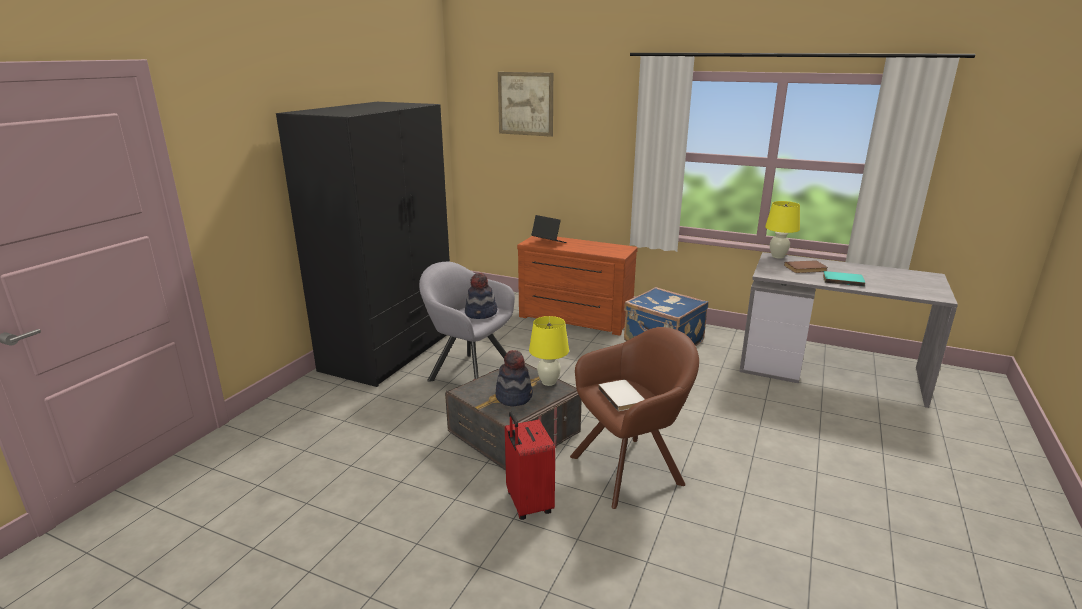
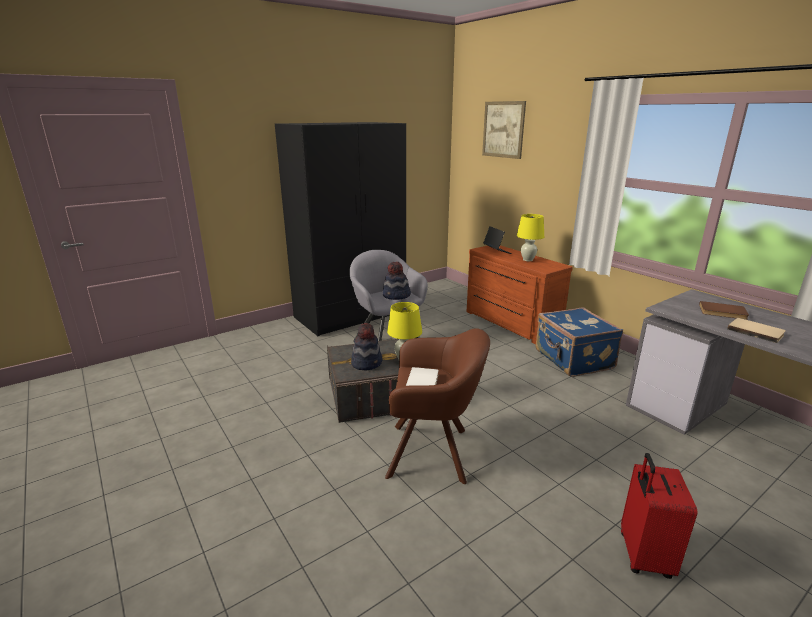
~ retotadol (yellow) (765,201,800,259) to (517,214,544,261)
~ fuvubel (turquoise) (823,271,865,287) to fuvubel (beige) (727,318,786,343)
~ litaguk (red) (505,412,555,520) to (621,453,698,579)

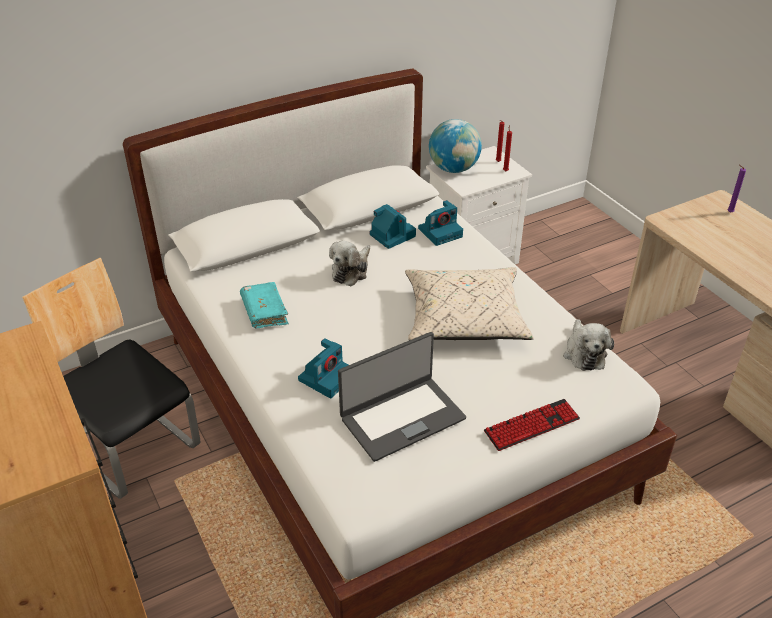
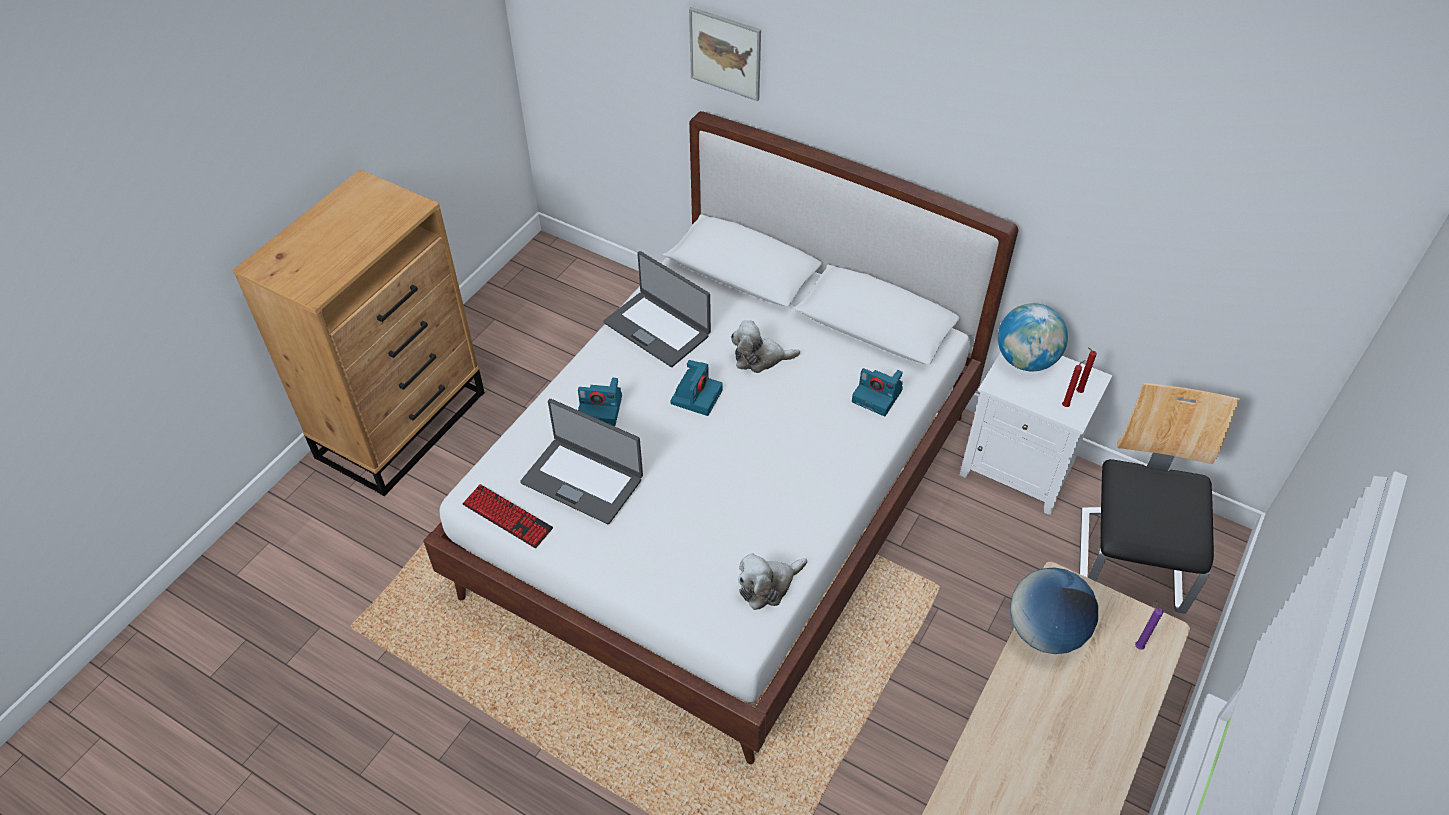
~ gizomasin (370,204,416,249) to (670,360,723,416)
~ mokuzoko (22,258,200,499) to (1079,383,1240,614)
- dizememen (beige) (405,267,534,340)
~ fuvubel (turquoise) (240,282,289,328) to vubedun (603,251,711,367)
~ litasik (484,399,580,451) to (462,484,553,548)
+ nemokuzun (689,7,761,101)
+ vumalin (1010,567,1098,654)

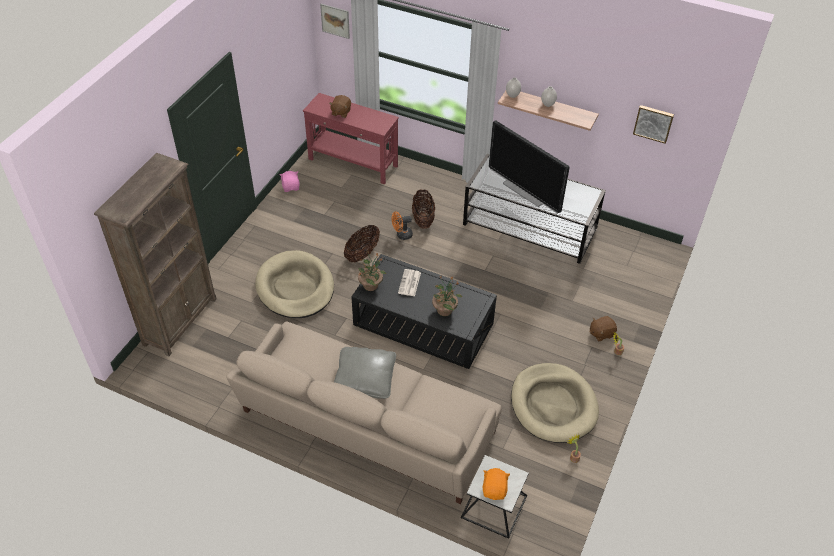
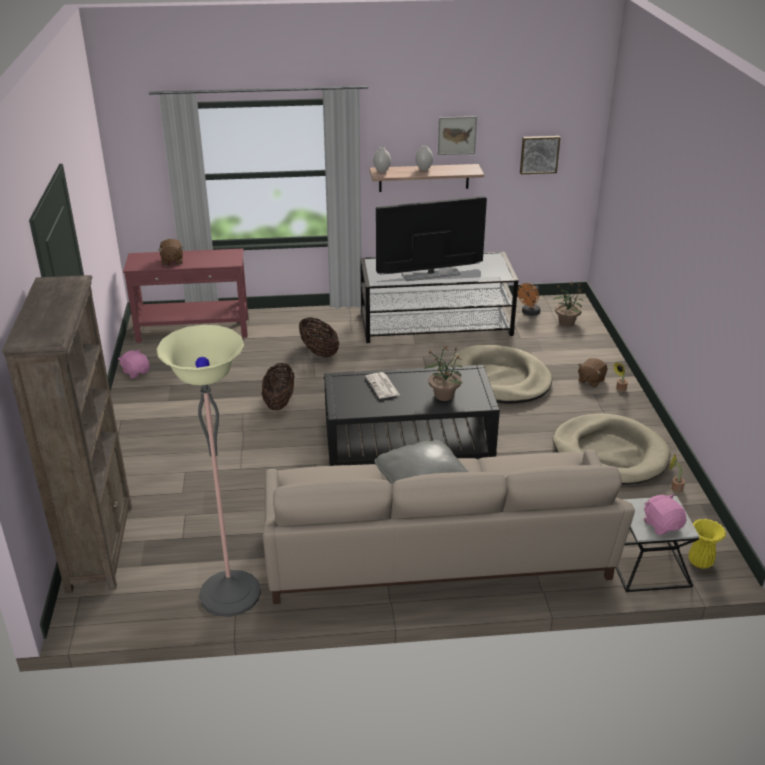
~ nemokuzun (320,4,350,39) to (438,116,477,155)
~ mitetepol (489,120,570,214) = (376,196,487,281) 150 degrees clockwise
~ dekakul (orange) (392,211,413,240) to (518,283,540,316)
~ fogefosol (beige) (255,250,334,318) to (449,345,552,404)
~ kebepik (358,251,386,291) to (553,282,583,326)
~ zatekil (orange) (483,468,510,500) to zatekil (pink) (644,494,687,535)
+ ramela (156,325,261,617)
+ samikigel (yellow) (688,519,726,569)

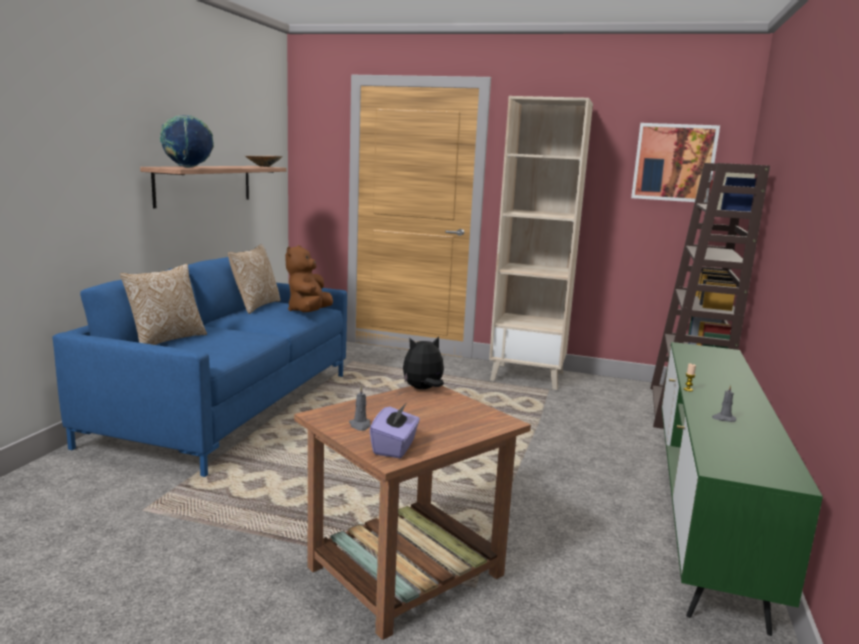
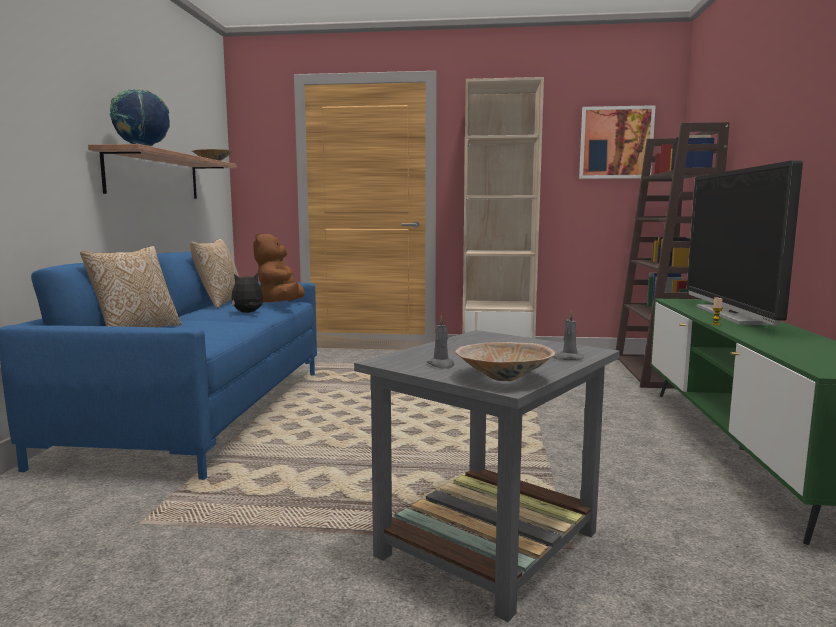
~ zatekil (403,337,444,389) to (231,273,263,313)
~ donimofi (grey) (712,385,736,422) to (553,311,584,360)
~ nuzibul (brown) (294,386,531,640) to nuzibul (grey) (354,330,620,622)
~ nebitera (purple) (370,402,420,458) to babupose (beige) (455,342,555,381)
+ mitetepol (687,161,803,325)

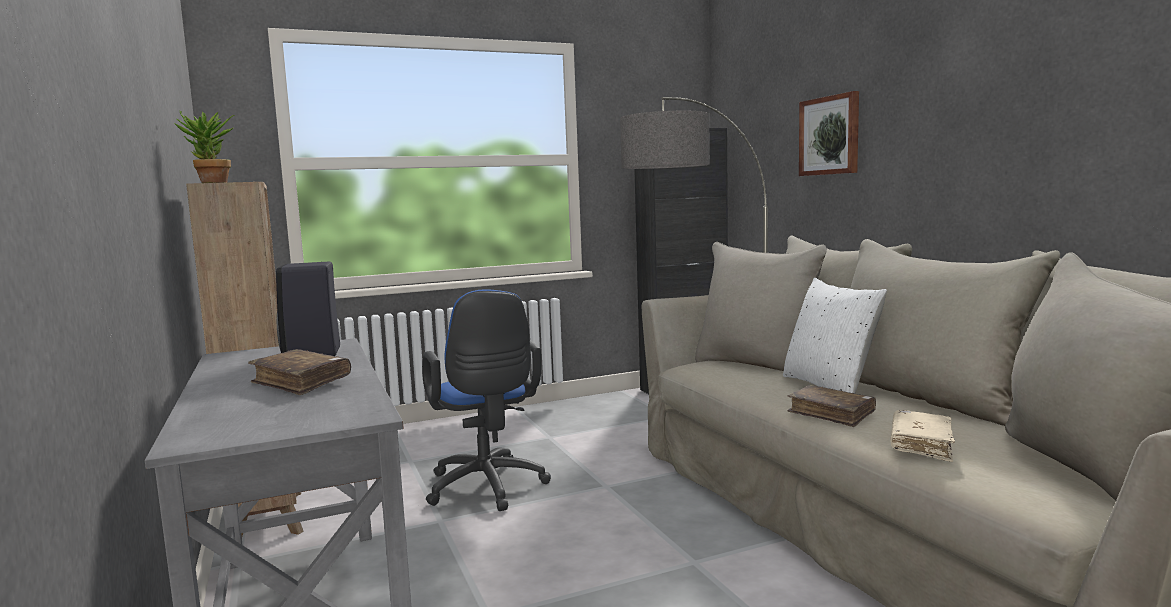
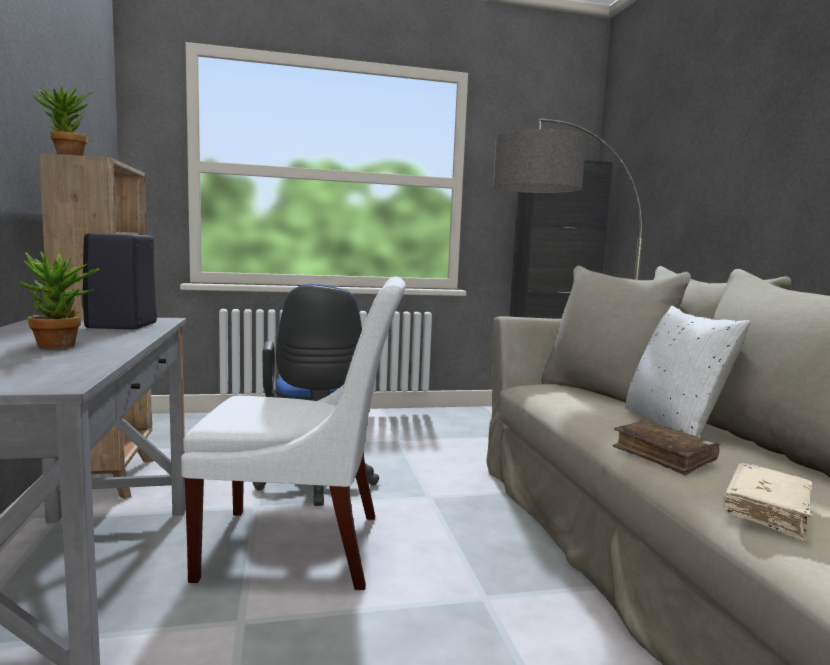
- nemokuzun (799,91,859,176)
~ fuvubel (brown) (248,349,351,395) to kebepik (18,252,101,349)
+ mokuzoko (white) (181,277,406,590)

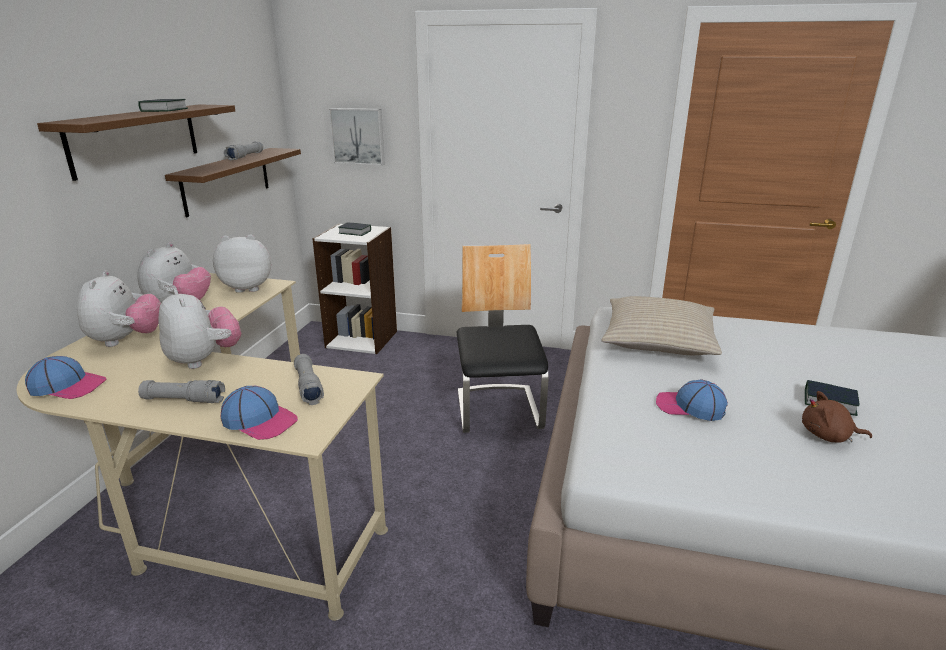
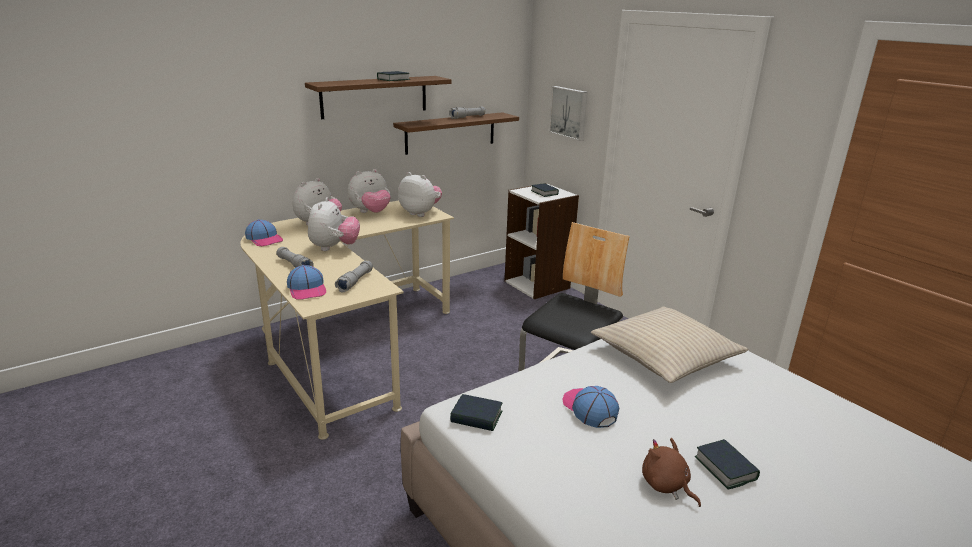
+ fuvubel (450,394,503,431)

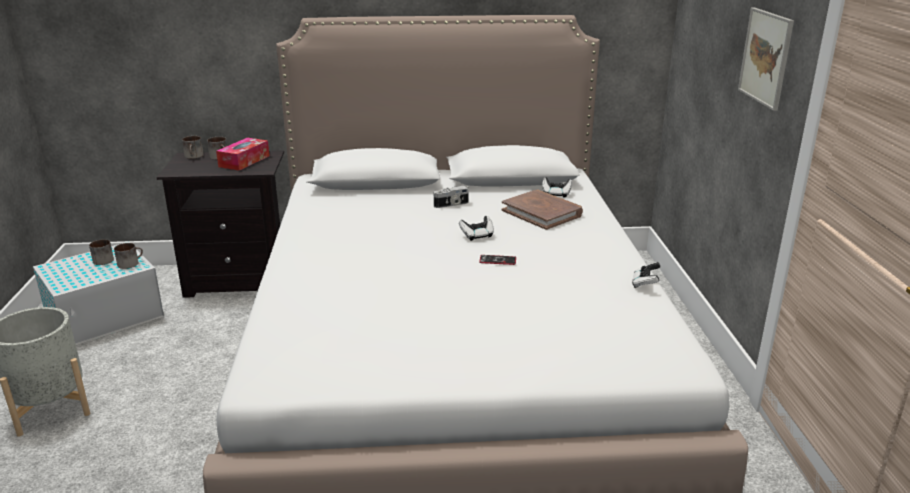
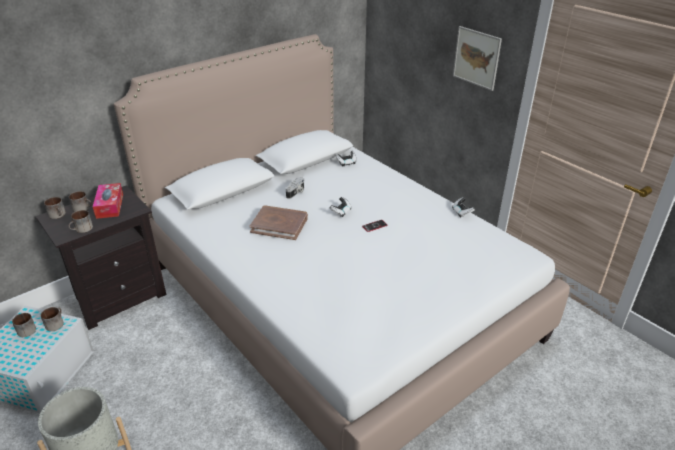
~ fuvubel (brown) (501,190,583,230) to (250,205,308,240)
+ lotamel (68,210,93,233)

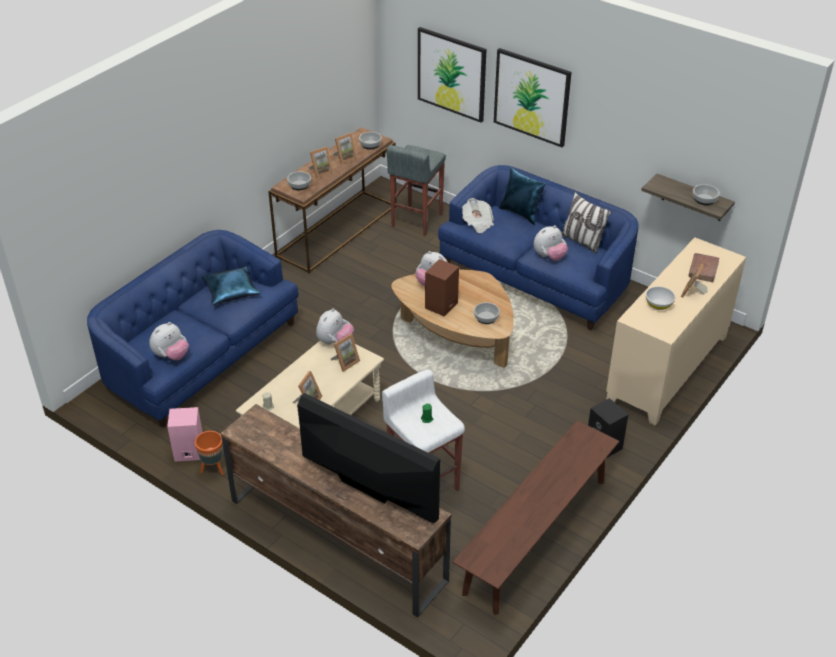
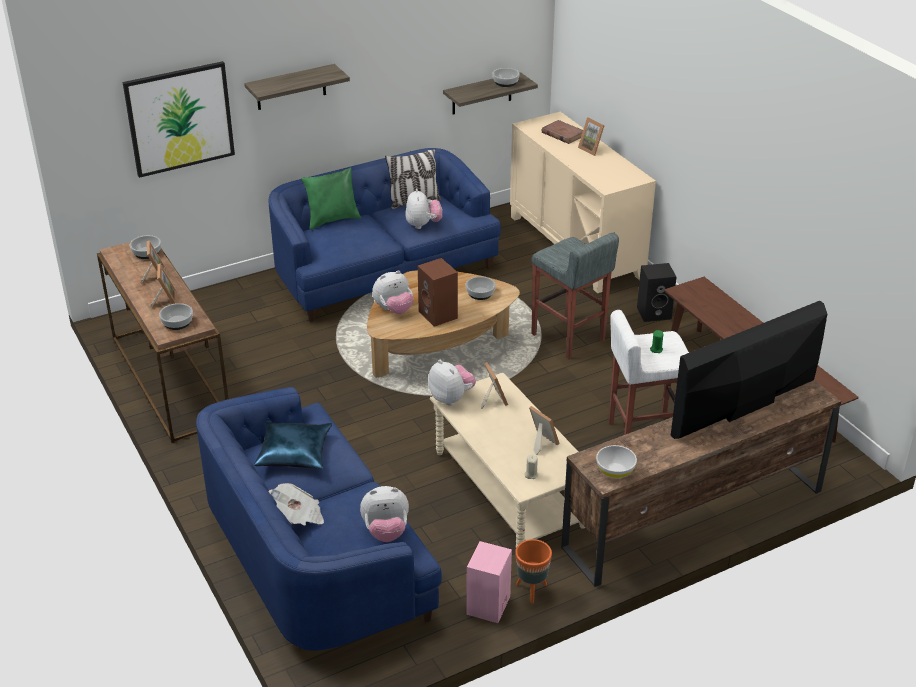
~ nemokuzun (494,48,572,147) to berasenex (244,64,350,110)
~ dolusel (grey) (387,145,446,236) to (531,232,619,359)
~ dizememen (blue) (499,167,546,225) to dizememen (green) (301,167,361,230)
~ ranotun (462,198,494,233) to (269,483,324,526)
~ babupose (white) (646,286,675,310) to (596,445,637,479)
~ zatekil (149,322,189,360) = (360,486,409,542) 105 degrees clockwise

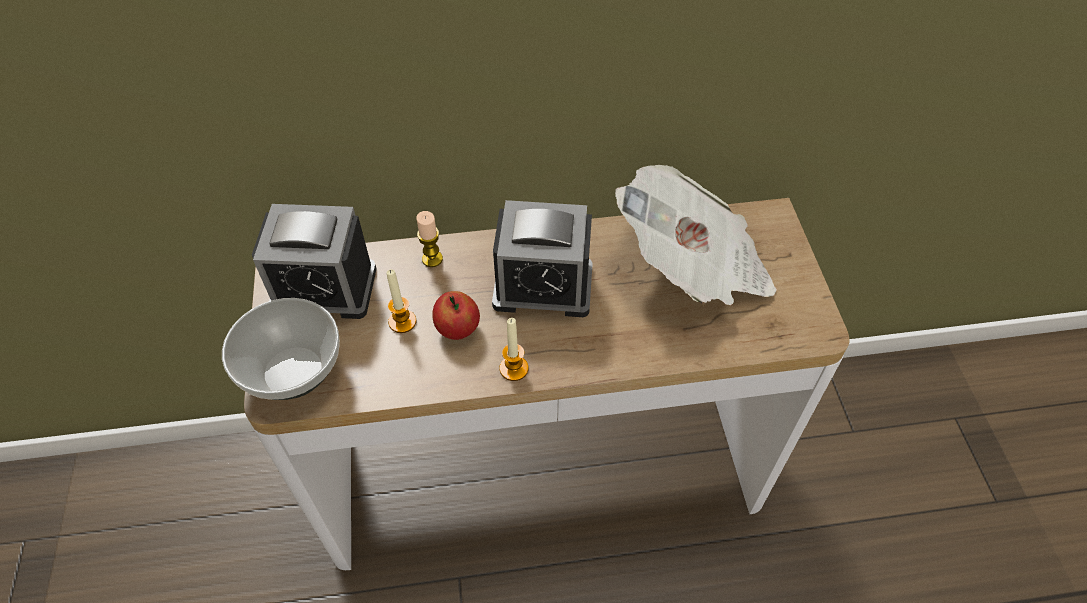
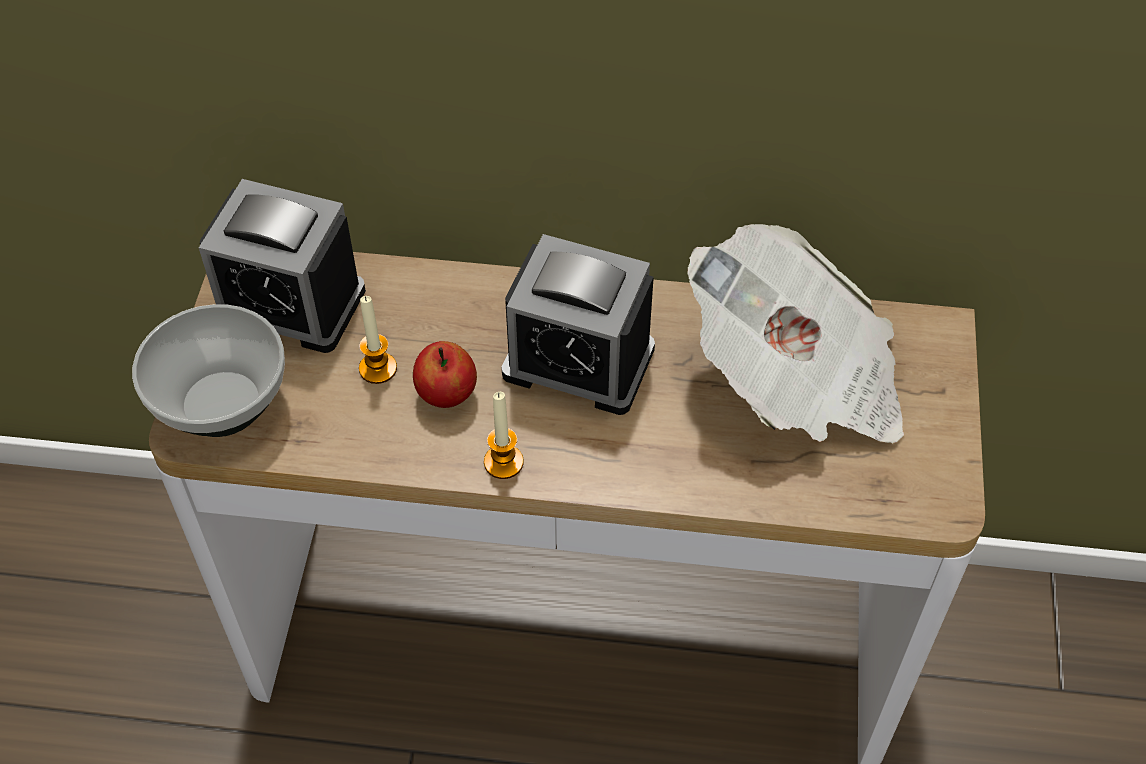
- donimofi (416,211,443,267)

